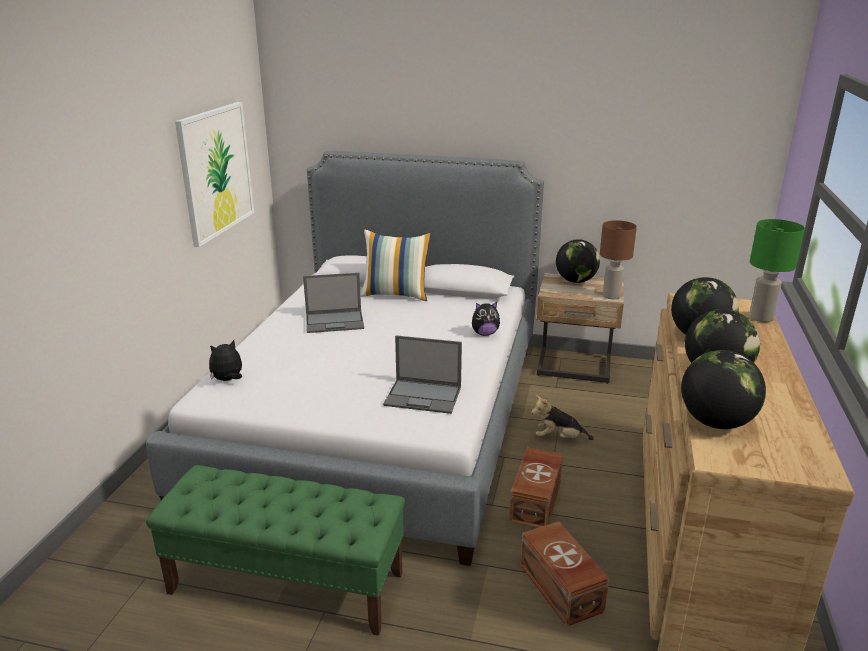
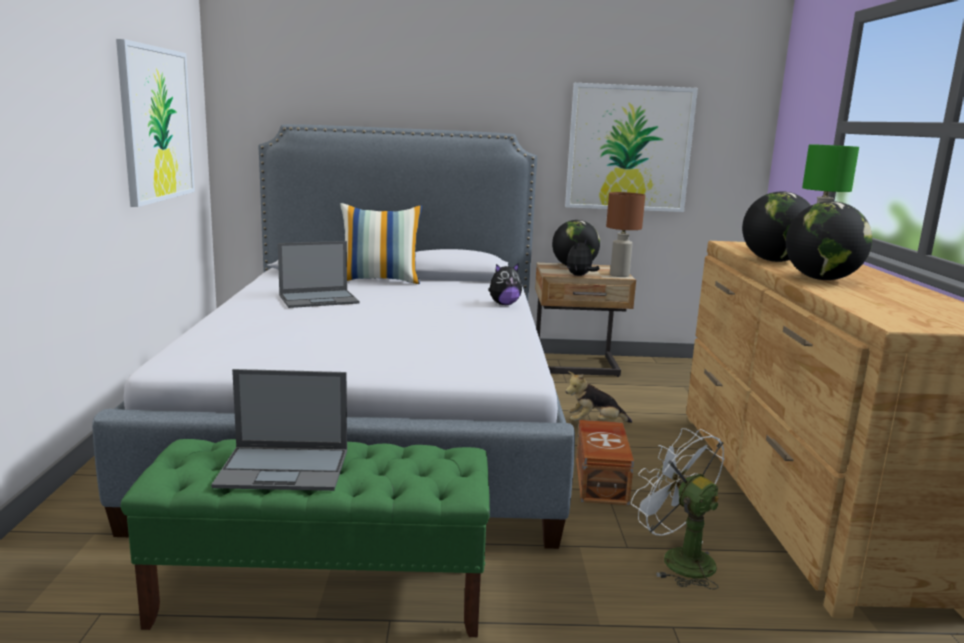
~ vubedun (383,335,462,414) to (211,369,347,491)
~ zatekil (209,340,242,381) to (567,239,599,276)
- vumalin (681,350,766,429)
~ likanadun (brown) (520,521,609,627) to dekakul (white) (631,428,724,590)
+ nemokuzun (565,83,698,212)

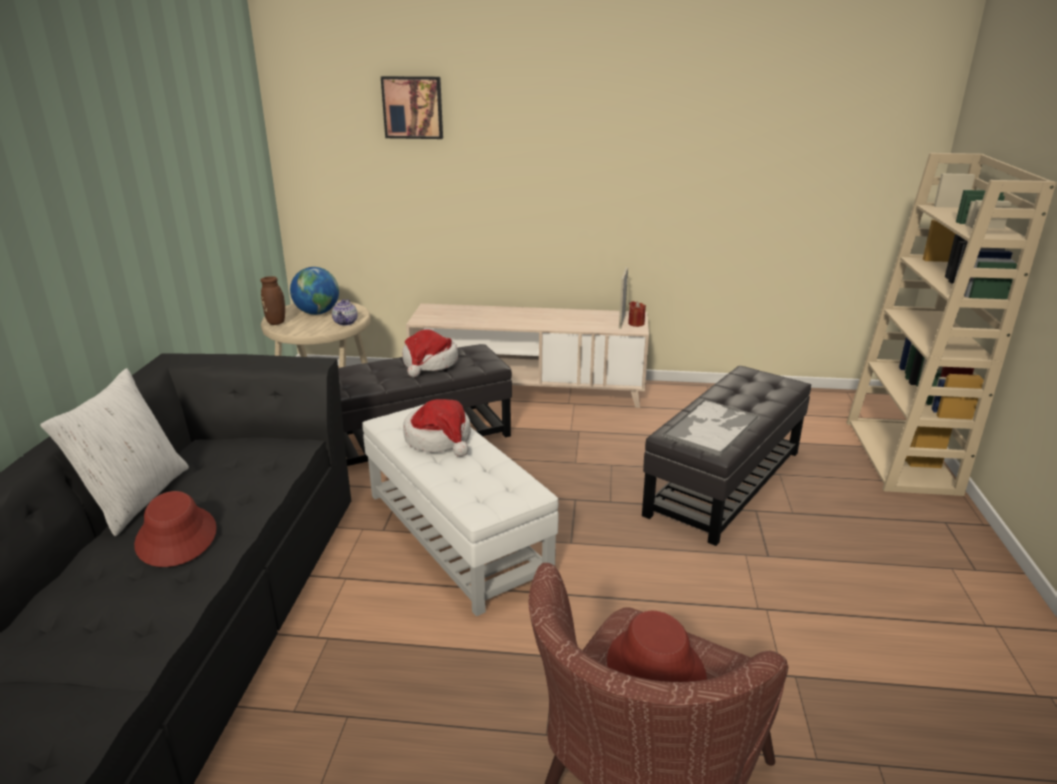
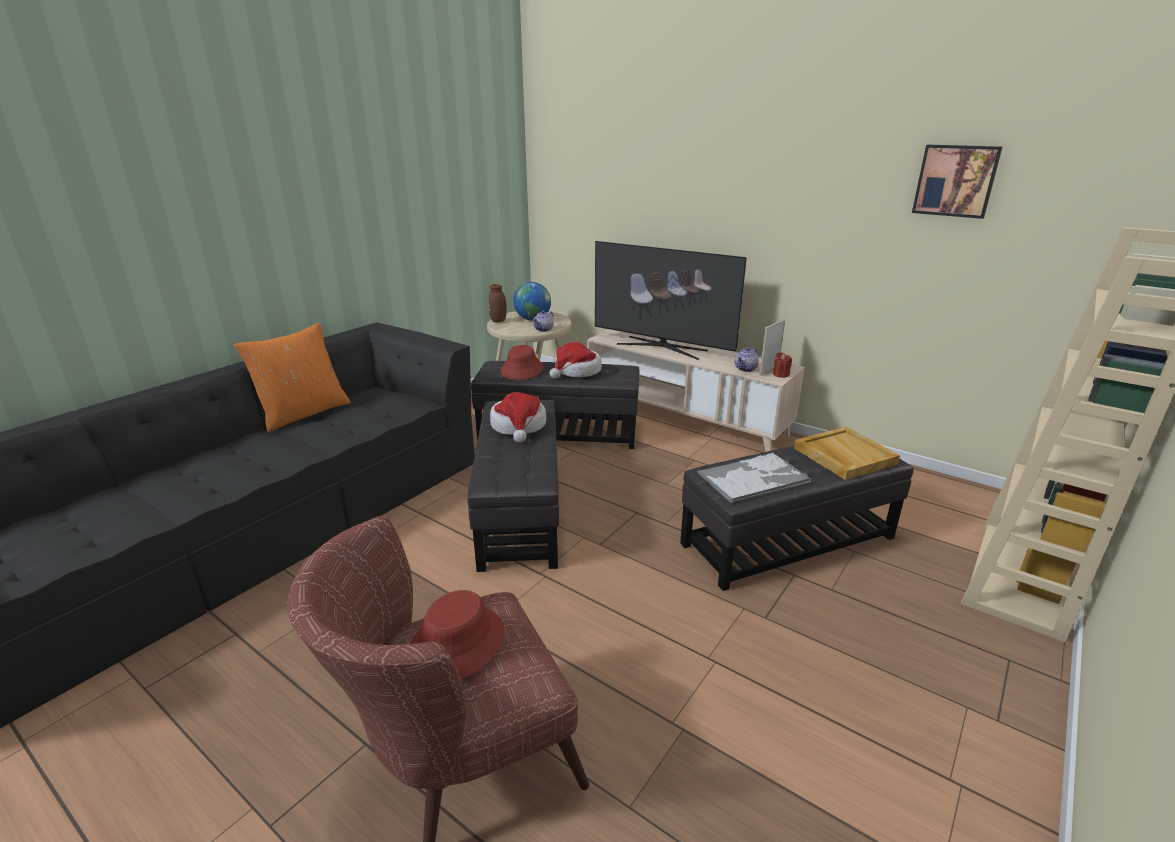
~ nemokuzun (381,76,443,139) to (912,145,1003,219)
~ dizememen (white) (40,368,189,536) to dizememen (orange) (234,323,351,432)
~ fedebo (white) (362,405,559,616) to fedebo (black) (467,400,559,572)
~ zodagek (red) (134,491,217,567) to (500,345,543,380)
+ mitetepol (595,241,747,360)
+ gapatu (735,347,759,372)
+ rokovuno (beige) (794,427,900,480)

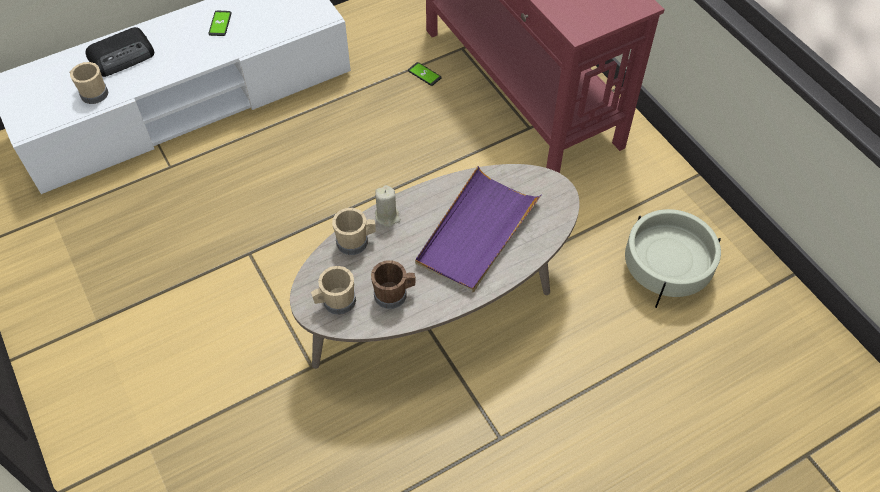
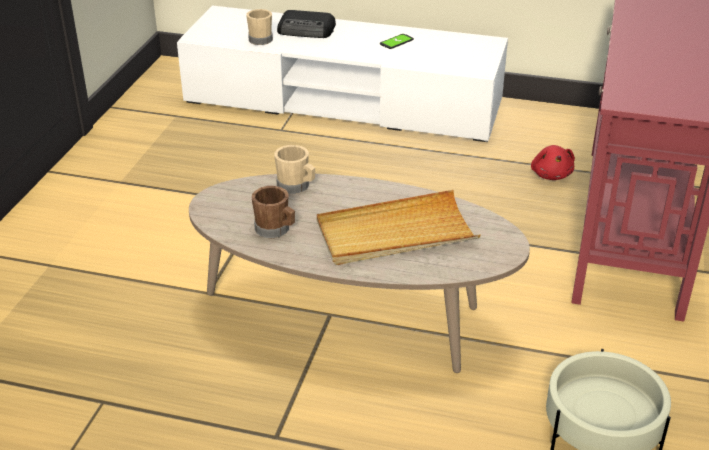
~ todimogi (408,62,442,86) to zatekil (red) (531,145,575,180)
~ rokovuno (purple) (415,166,541,292) to rokovuno (beige) (317,190,481,265)
- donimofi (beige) (375,185,401,227)
- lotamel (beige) (311,266,356,315)

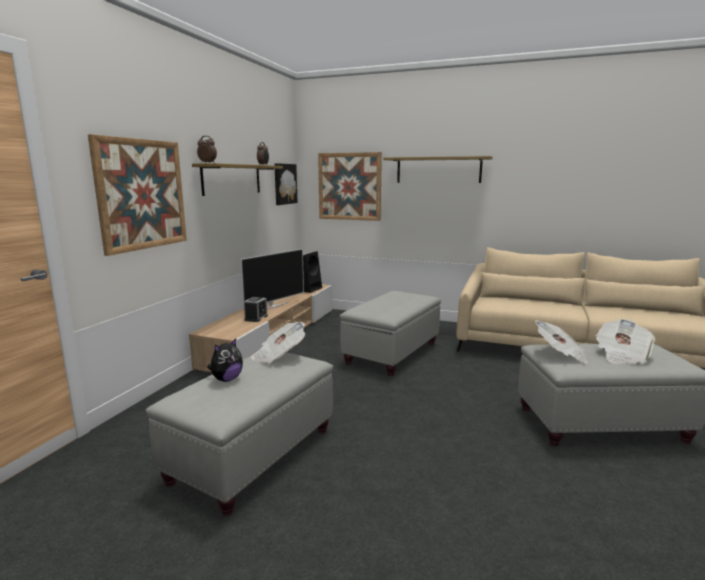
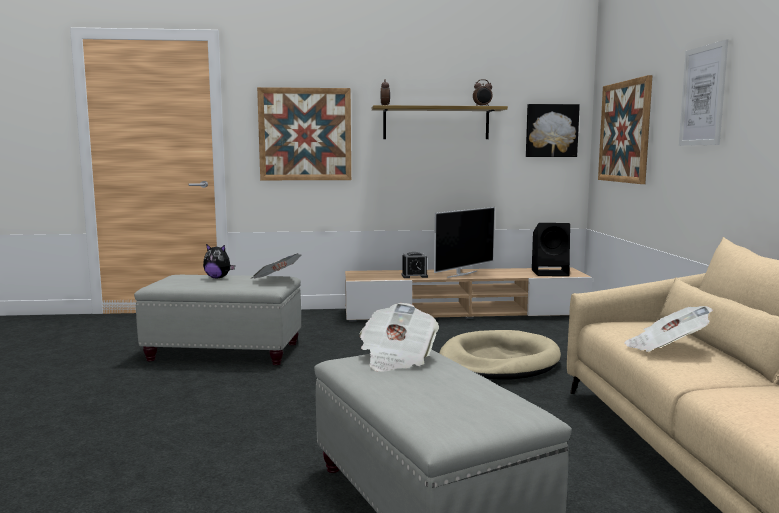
~ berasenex (384,156,493,183) to nemokuzun (679,39,728,146)
~ mitetepol (240,249,304,309) = (434,207,495,278) 60 degrees counterclockwise
~ fedebo (grey) (340,291,441,376) to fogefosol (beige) (439,330,561,379)
~ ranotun (595,319,656,364) to (624,306,713,352)

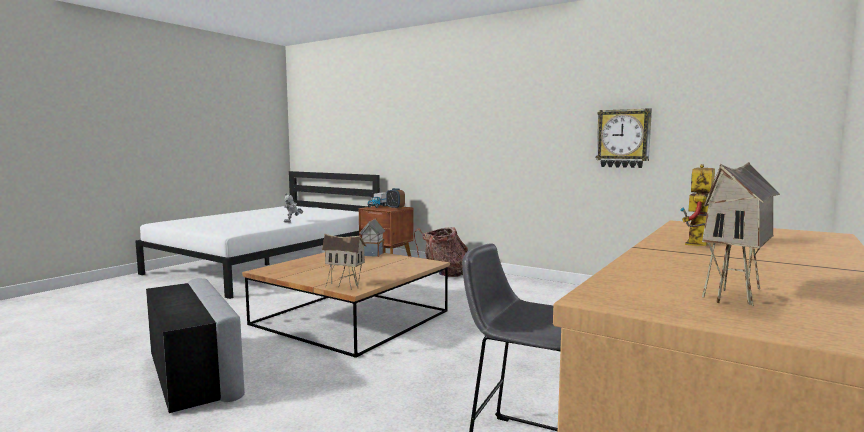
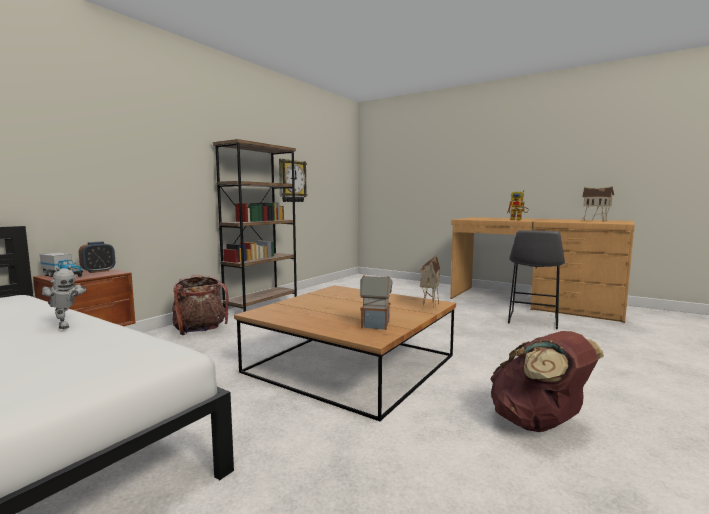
~ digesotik (359,219,385,257) to (360,275,393,330)
~ fedebo (grey) (146,278,245,413) to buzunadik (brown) (490,331,604,432)
+ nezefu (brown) (213,139,297,312)

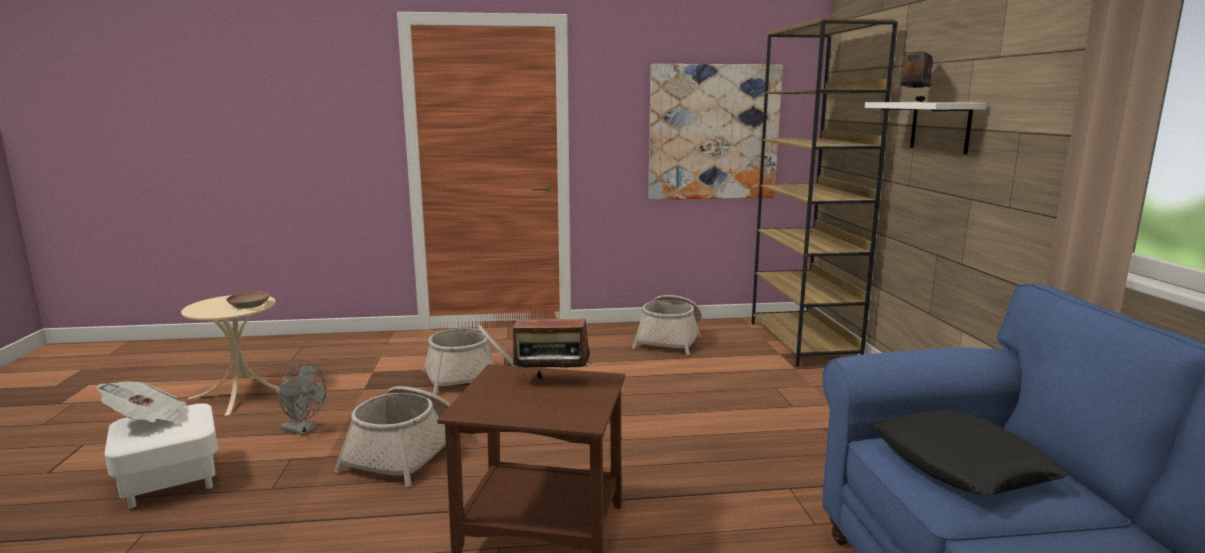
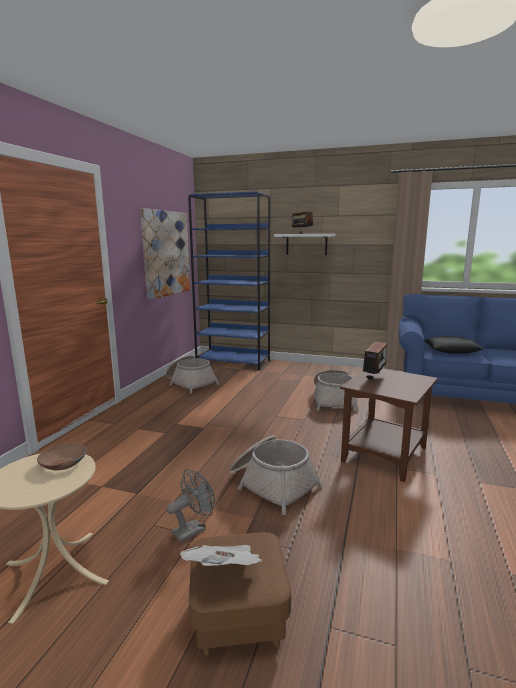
~ nezefu (brown) (752,18,898,367) to nezefu (blue) (188,191,270,370)
~ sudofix (423,325,516,394) to (313,369,359,411)
~ fedebo (white) (104,403,218,508) to fedebo (brown) (189,532,291,656)

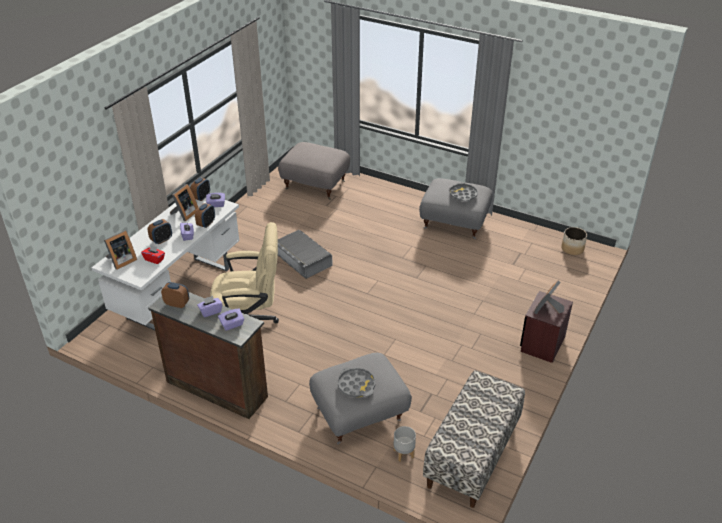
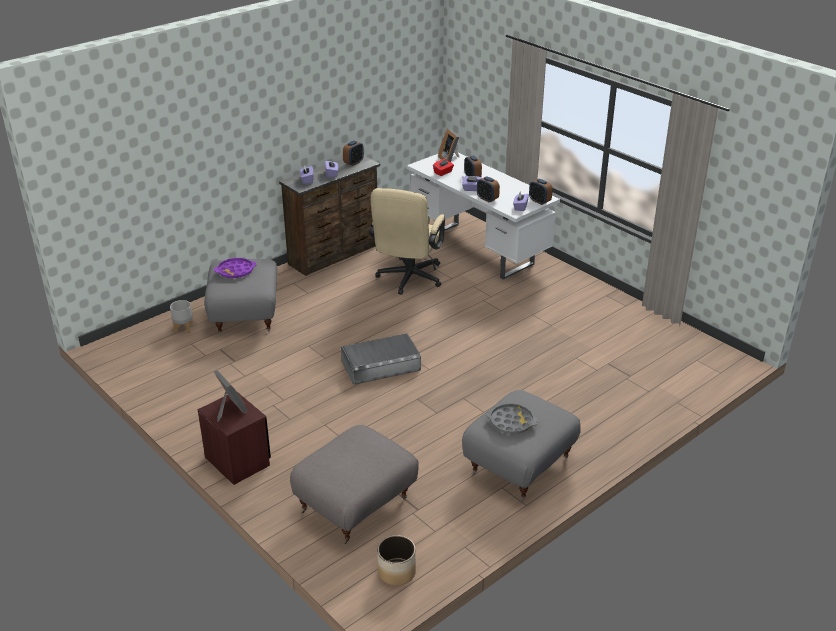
~ fedebo (grey) (278,142,350,200) to (290,425,419,544)
- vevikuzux (170,184,198,221)
~ likanadun (grey) (278,230,333,279) to (341,333,421,385)
~ rokovuno (grey) (338,368,375,398) to rokovuno (purple) (214,258,256,278)
- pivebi (423,370,525,508)

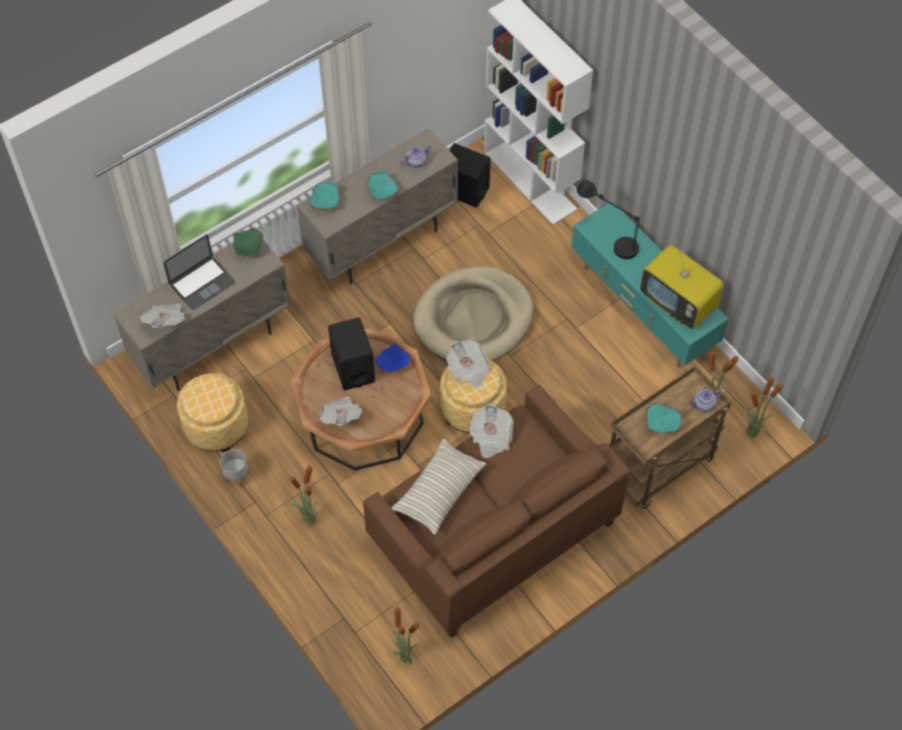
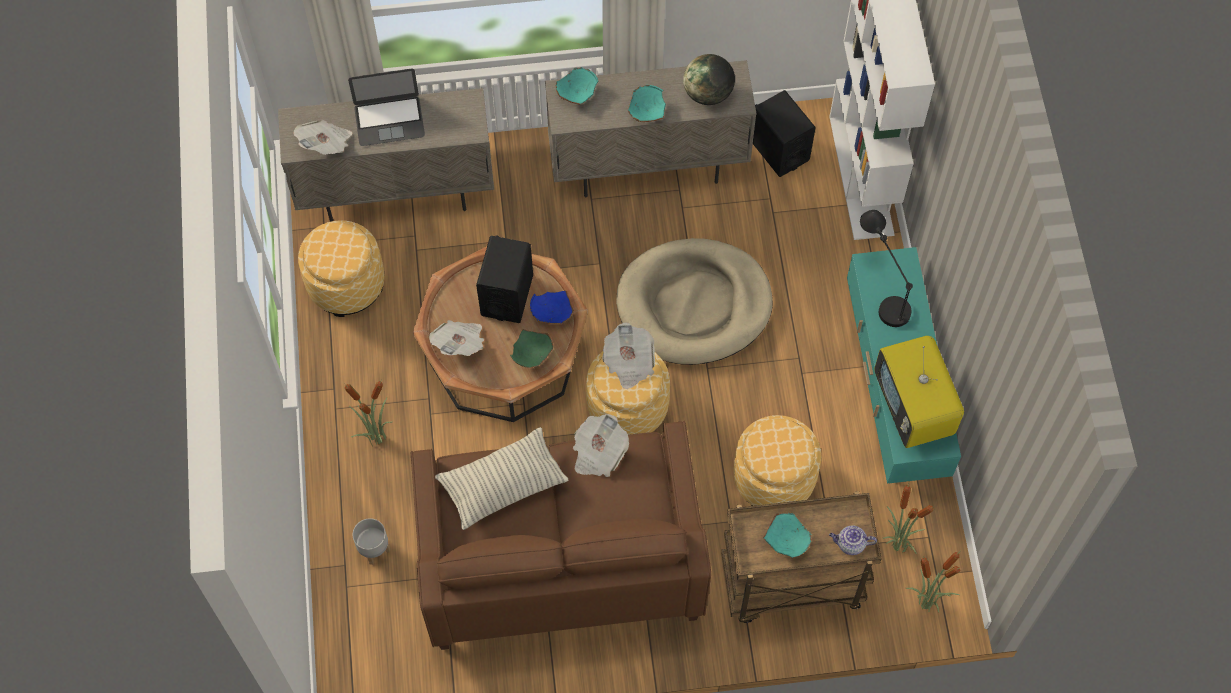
~ gapatu (401,146,431,168) to vumalin (683,54,735,105)
~ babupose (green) (233,228,263,256) to (510,329,553,368)
~ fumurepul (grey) (220,449,250,488) to (352,518,390,565)
- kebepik (386,604,423,664)
+ fedebo (733,415,821,506)

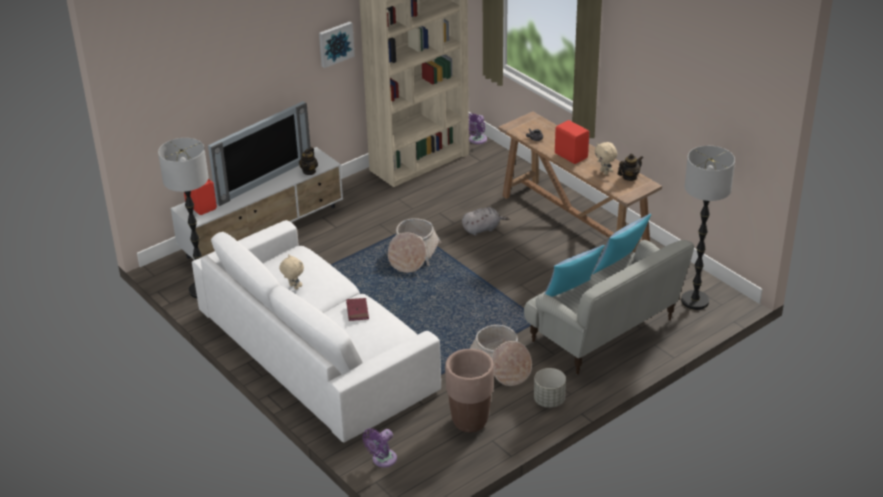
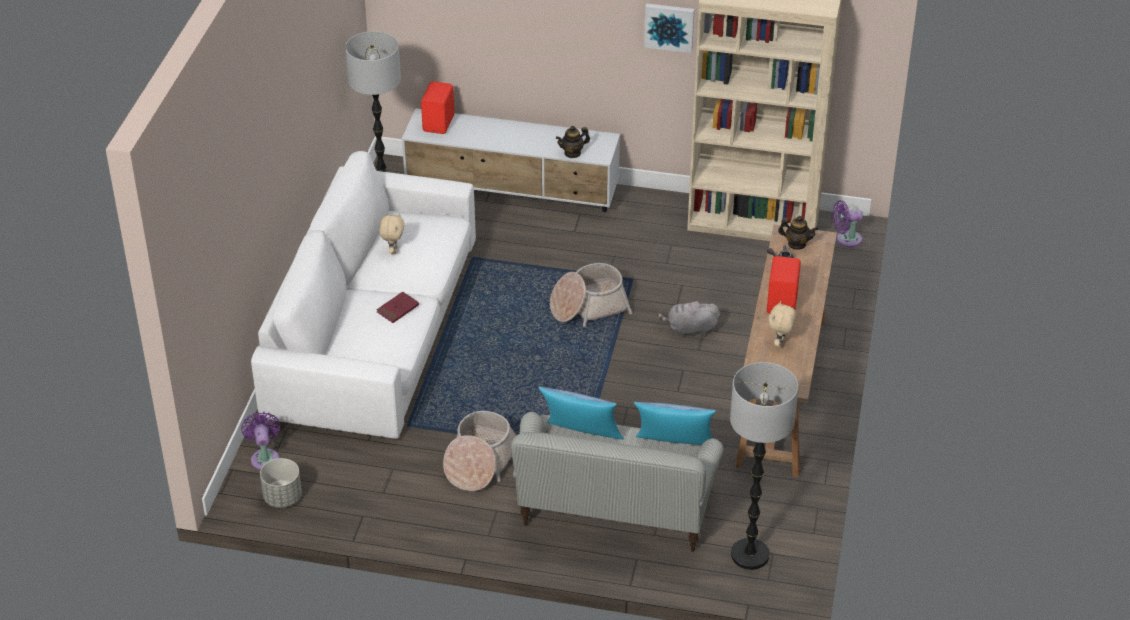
- mitetepol (208,101,311,206)
~ gapatu (618,153,643,181) to (778,216,818,250)
~ zatekil (grey) (462,207,509,236) = (657,299,720,337) 150 degrees clockwise
- fumurepul (brown) (445,349,494,432)
~ fumurepul (grey) (534,368,566,408) to (260,458,302,508)
~ dekakul (purple) (362,428,397,467) = (241,412,280,470) 75 degrees clockwise

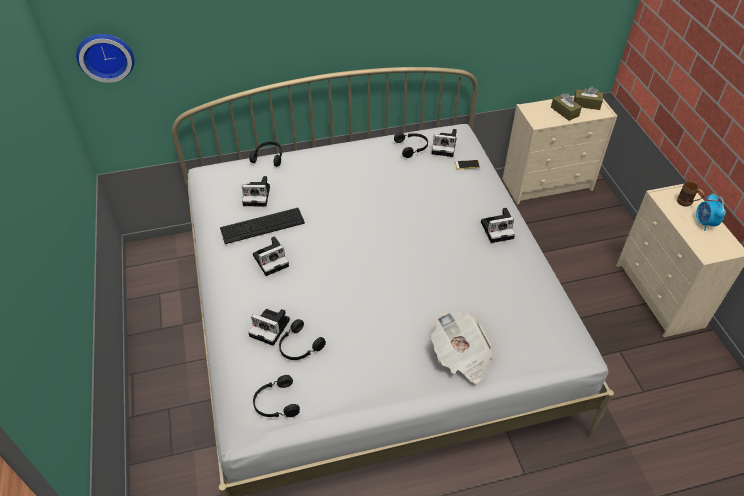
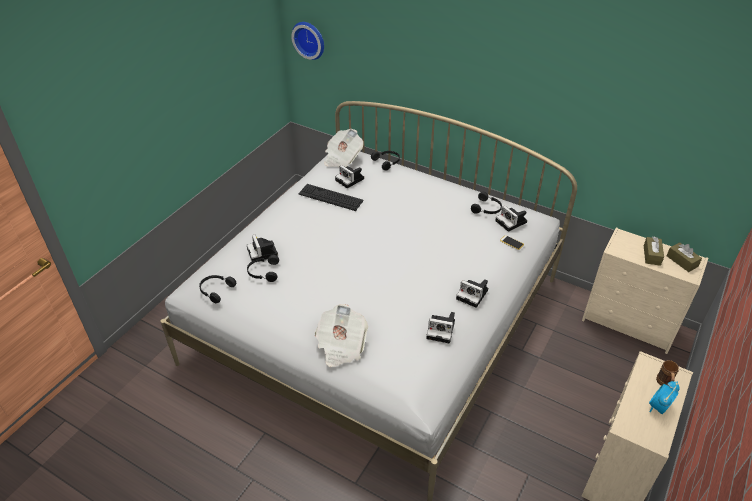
~ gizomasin (253,236,289,276) to (426,312,455,344)
+ ranotun (324,129,363,167)

